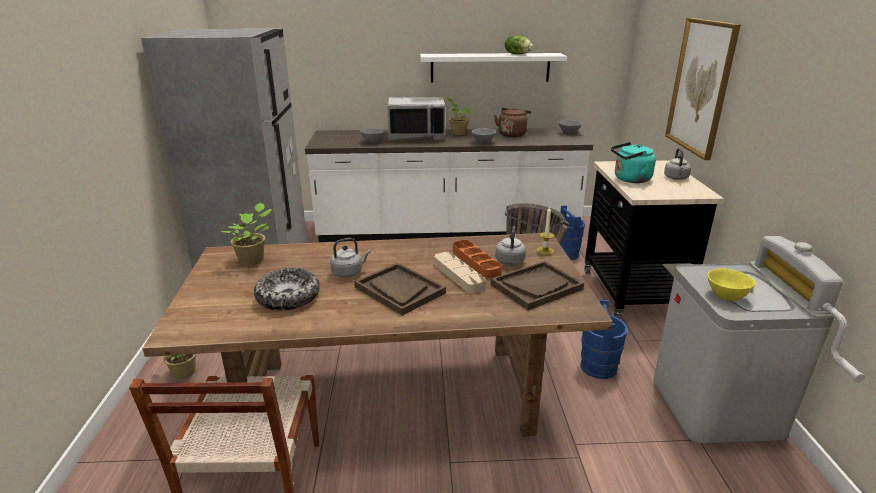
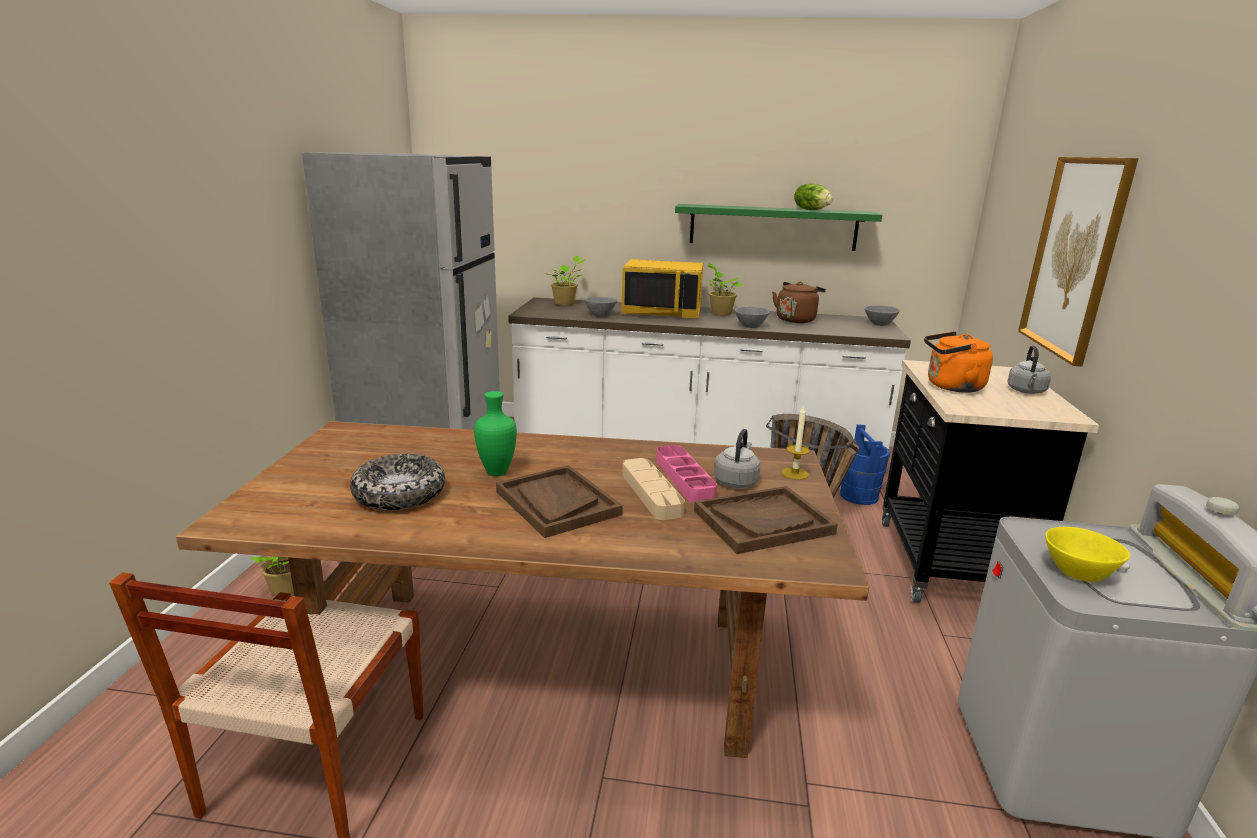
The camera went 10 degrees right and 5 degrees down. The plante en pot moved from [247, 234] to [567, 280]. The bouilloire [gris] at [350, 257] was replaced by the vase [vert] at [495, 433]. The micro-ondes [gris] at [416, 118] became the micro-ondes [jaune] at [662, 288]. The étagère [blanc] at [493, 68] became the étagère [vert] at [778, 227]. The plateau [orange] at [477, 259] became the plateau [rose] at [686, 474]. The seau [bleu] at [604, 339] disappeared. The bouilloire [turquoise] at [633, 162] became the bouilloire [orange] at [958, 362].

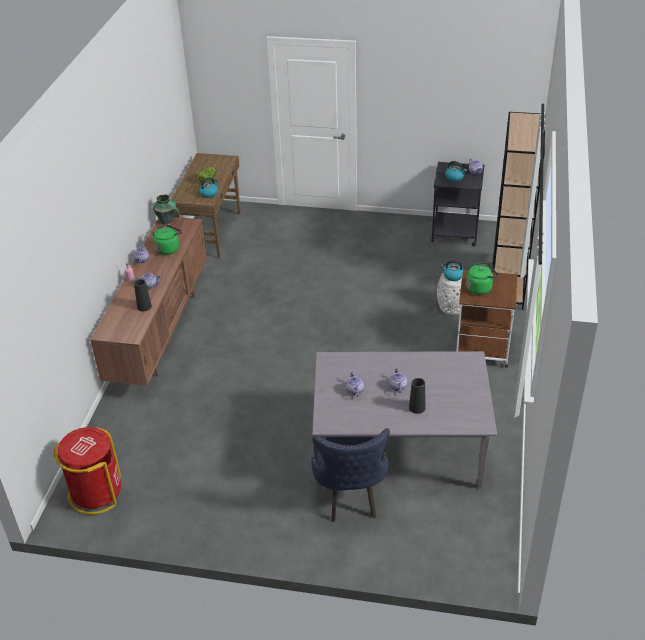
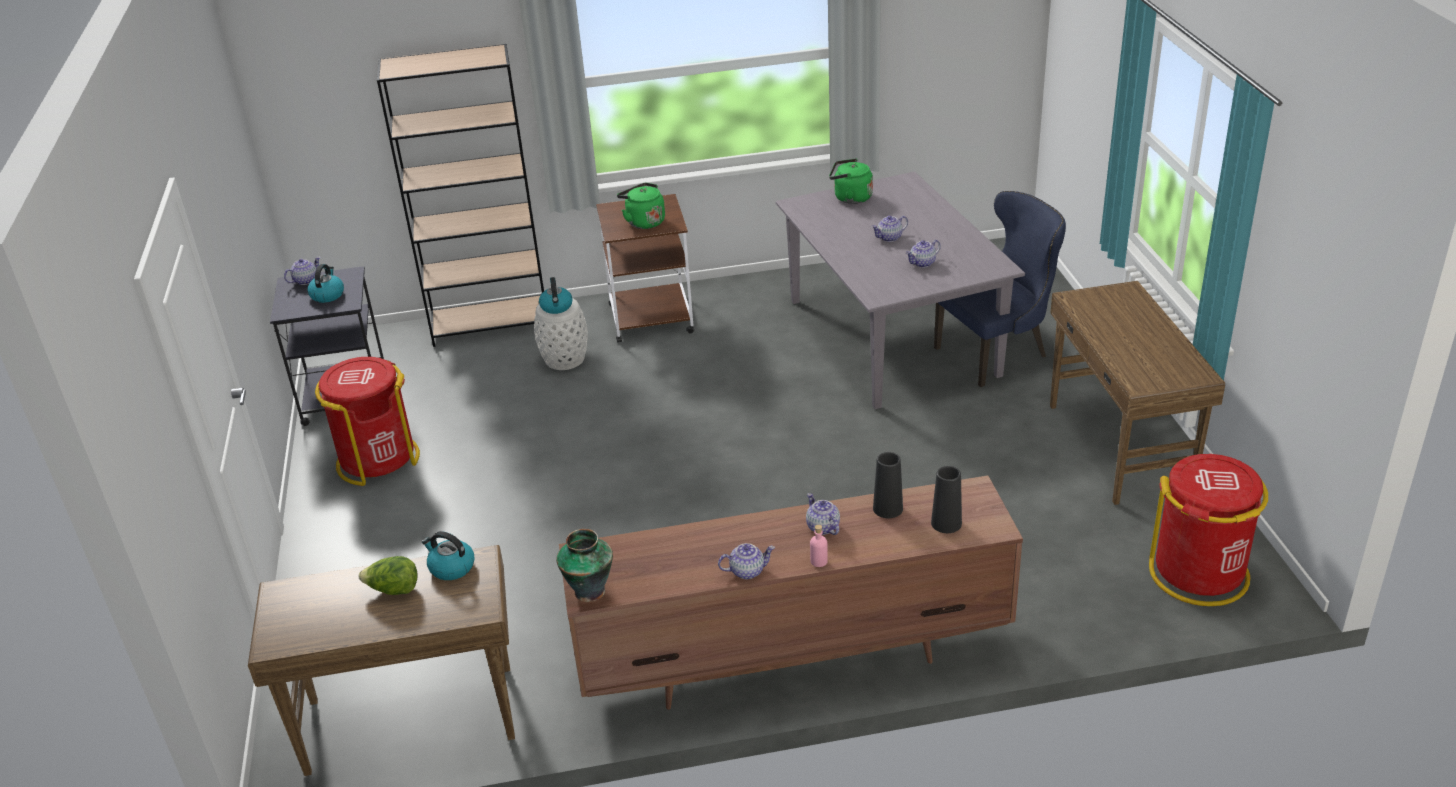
The camera went 110 degrees left and 5 degrees down. The bouilloire [vert] moved from [167, 239] to [851, 181]. The vase [noir] moved from [417, 396] to [946, 499]. The poubelle [rouge] at [367, 421] appeared. The table console [marron] at [1137, 393] appeared.

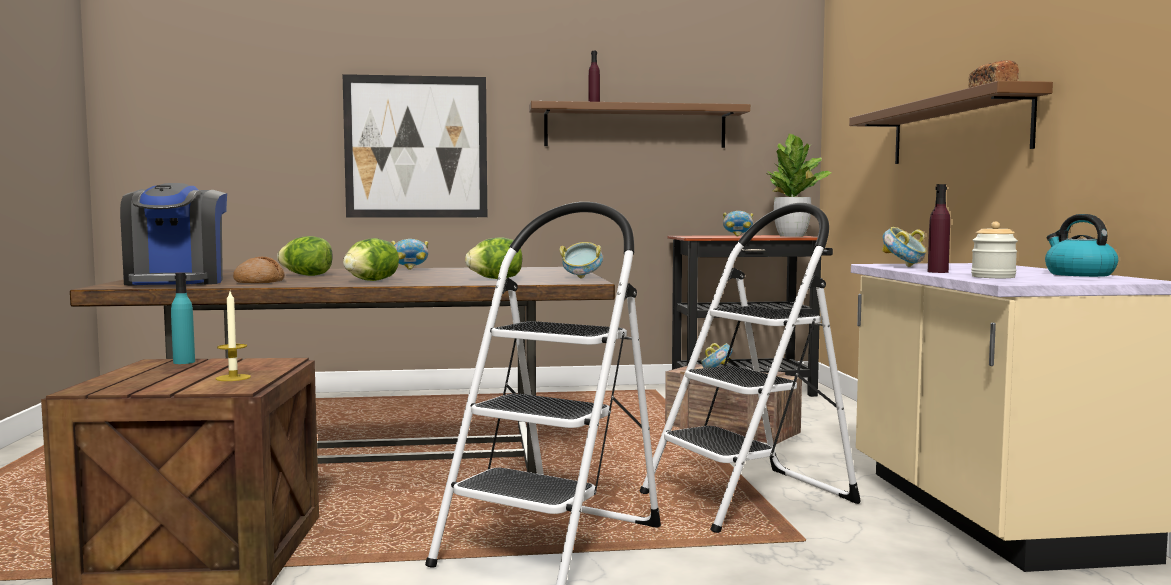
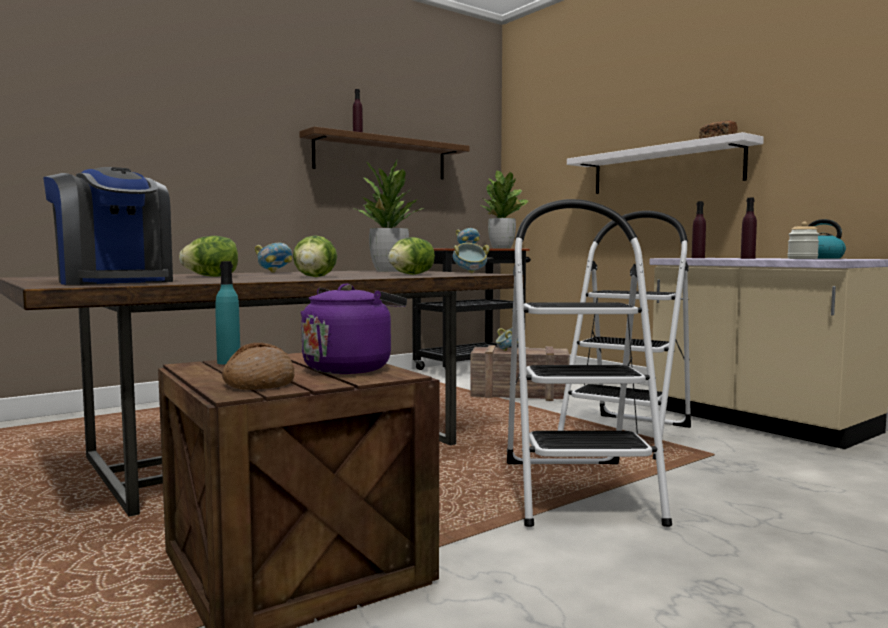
The camera went 30 degrees left and 0 degrees up. The bougie at [233, 336] was replaced by the bouilloire [violet] at [354, 328]. The pain moved from [259, 269] to [258, 366]. The tableau at [414, 145] disappeared. The étagère [marron] at [951, 122] became the étagère [blanc] at [665, 163]. The bol at [904, 247] was replaced by the bouteille [violet] at [699, 229]. The plante en pot at [389, 215] appeared.

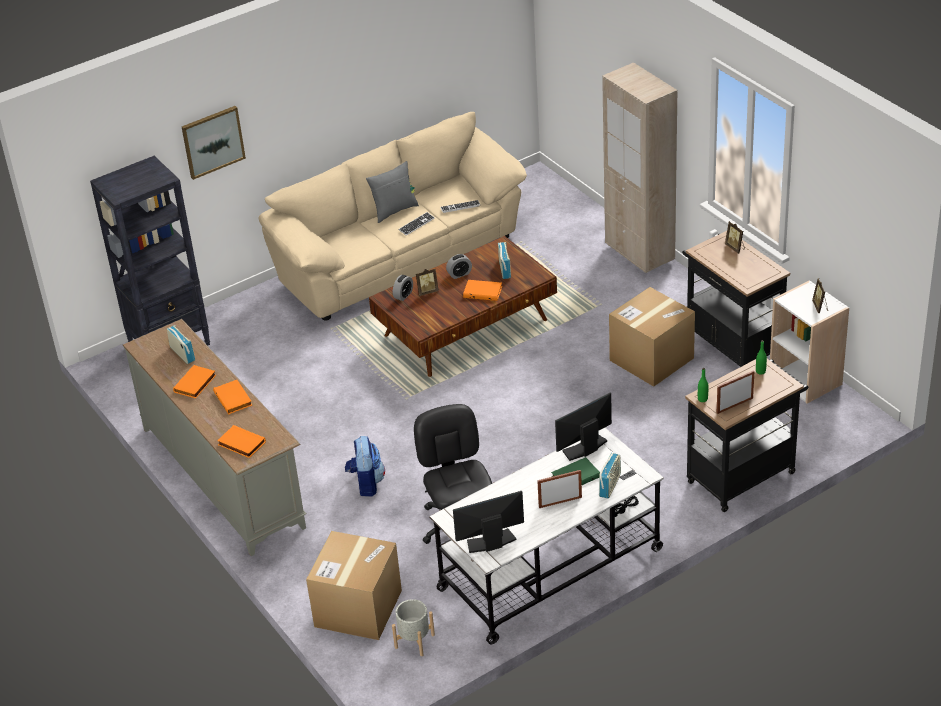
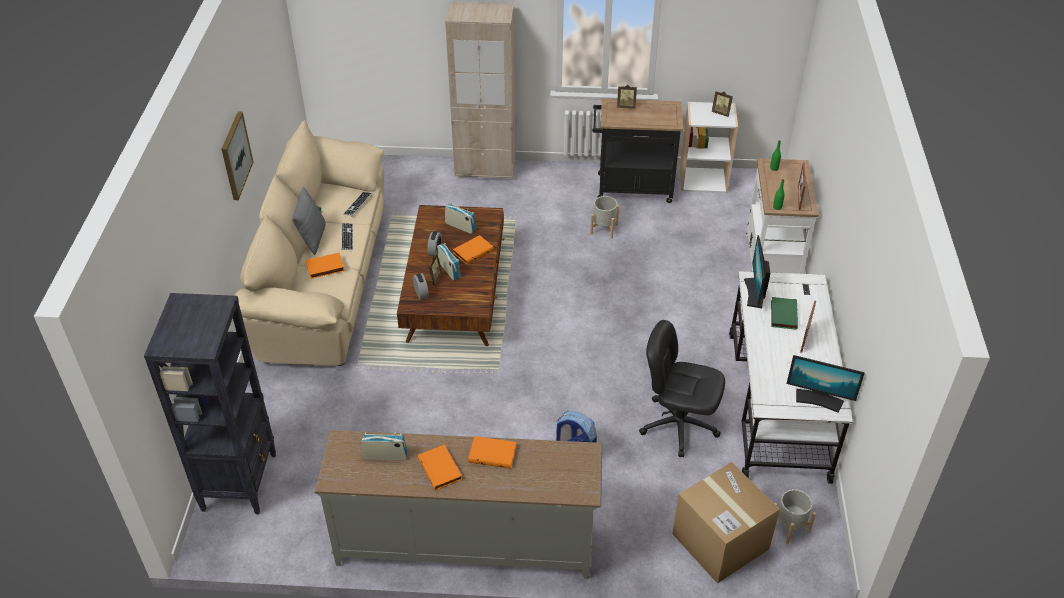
The camera went 55 degrees left and 5 degrees up. The tableau moved from [214, 143] to [238, 156]. The livre [orange] moved from [241, 441] to [325, 266]. The écran d'ordinateur at [488, 522] turned 90 degrees counterclockwise. The radio moved from [610, 476] to [449, 261]. The carton at [652, 337] was replaced by the cache-pot [gris] at [604, 217]. The chariot [noir] at [746, 435] became the chariot [blanc] at [782, 216].

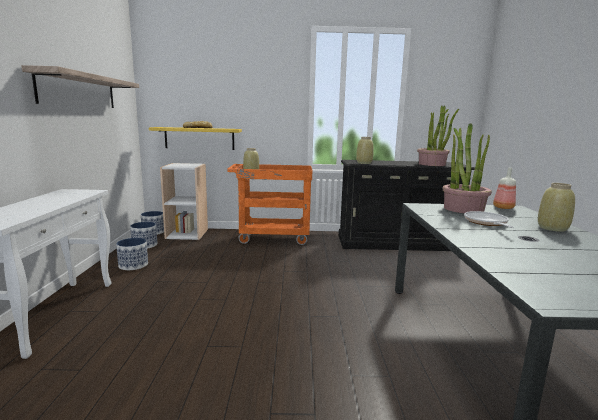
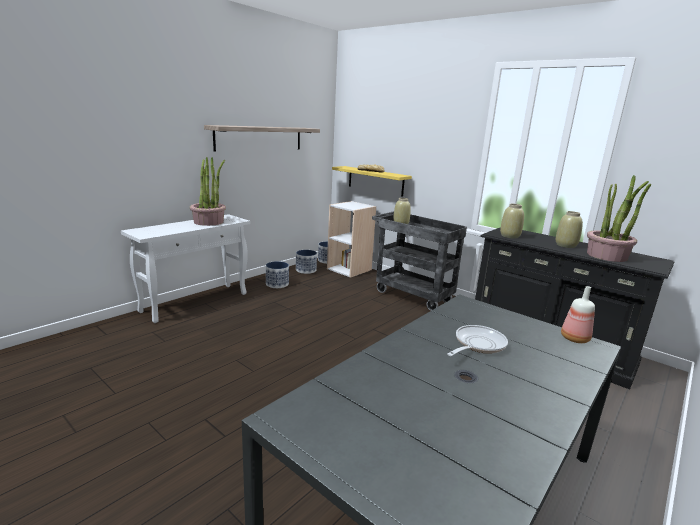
The camera went 40 degrees right and 5 degrees up. The chariot [orange] at [269, 204] became the chariot [noir] at [419, 261]. The plante en pot moved from [467, 168] to [208, 191]. The vase [beige] moved from [556, 207] to [569, 229].

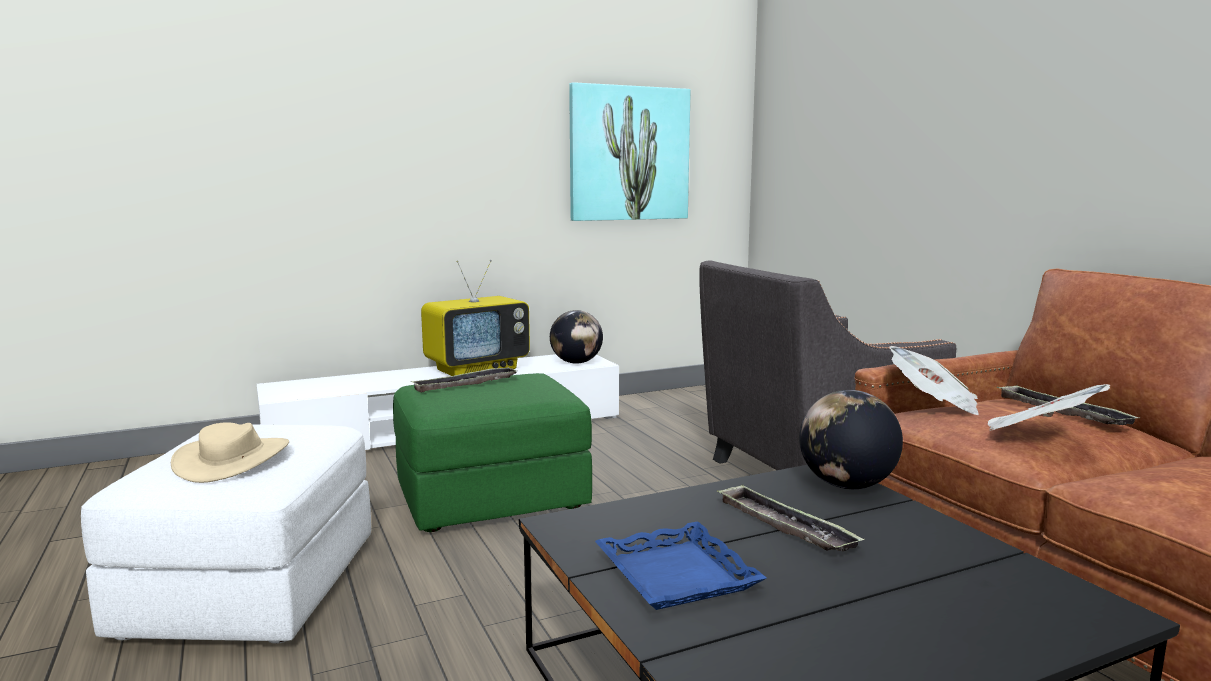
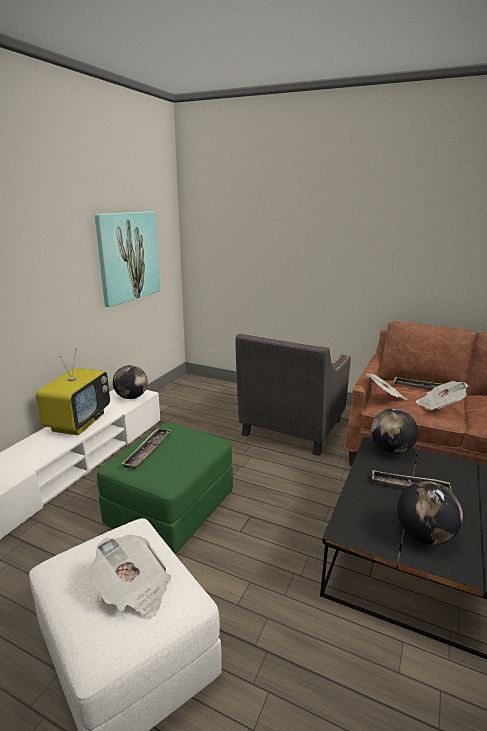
The camera went 40 degrees left and 10 degrees up. The chapeau [beige] at [230, 453] was replaced by the journal at [130, 576]. The plateau [bleu] at [681, 565] was replaced by the globe at [430, 513].

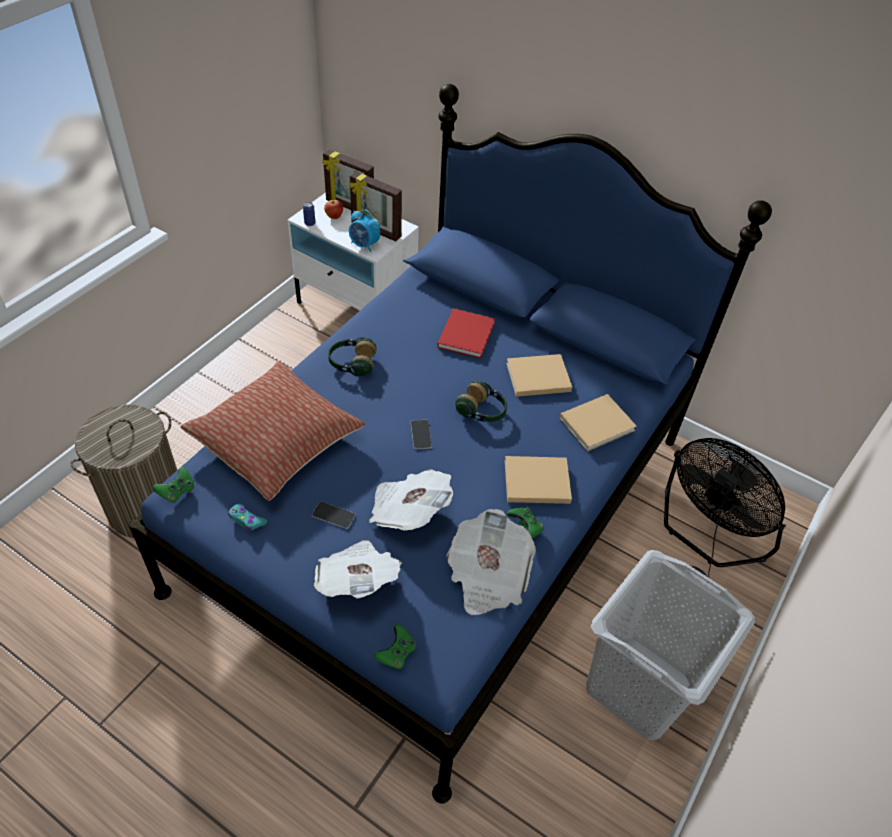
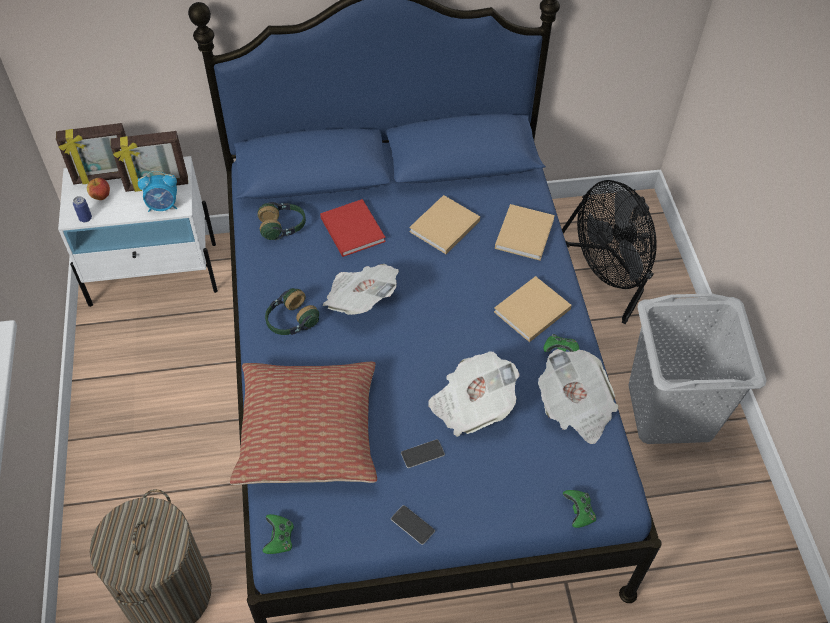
The camera went 40 degrees left and 5 degrees up. The manette [turquoise] at [247, 517] disappeared. The journal moved from [357, 569] to [360, 289]. The téléphone moved from [421, 434] to [413, 525]. The casque audio moved from [481, 401] to [282, 221]. The ventilateur [noir] at [725, 510] turned 120 degrees counterclockwise.

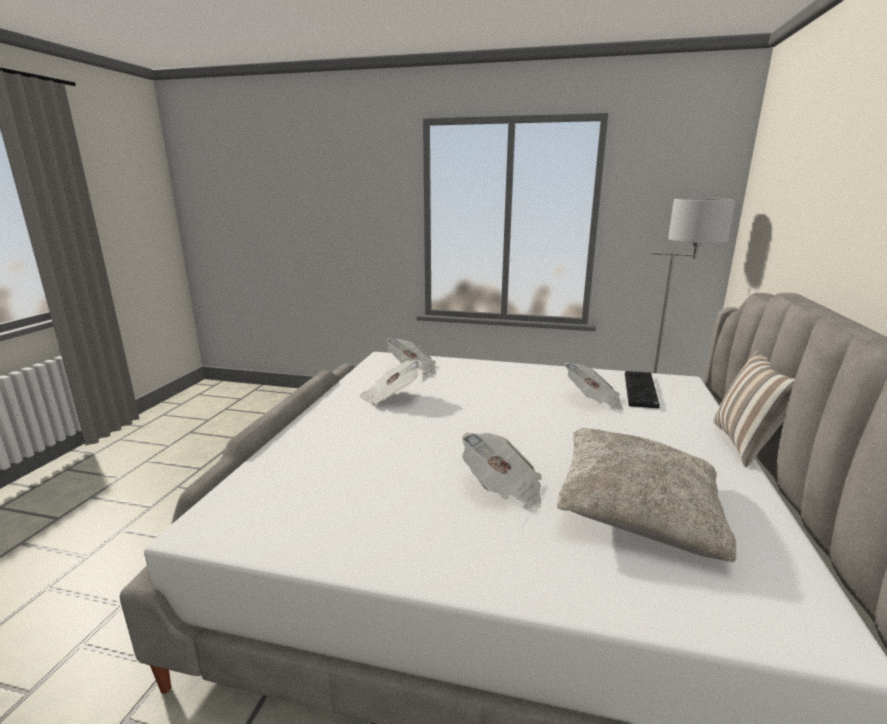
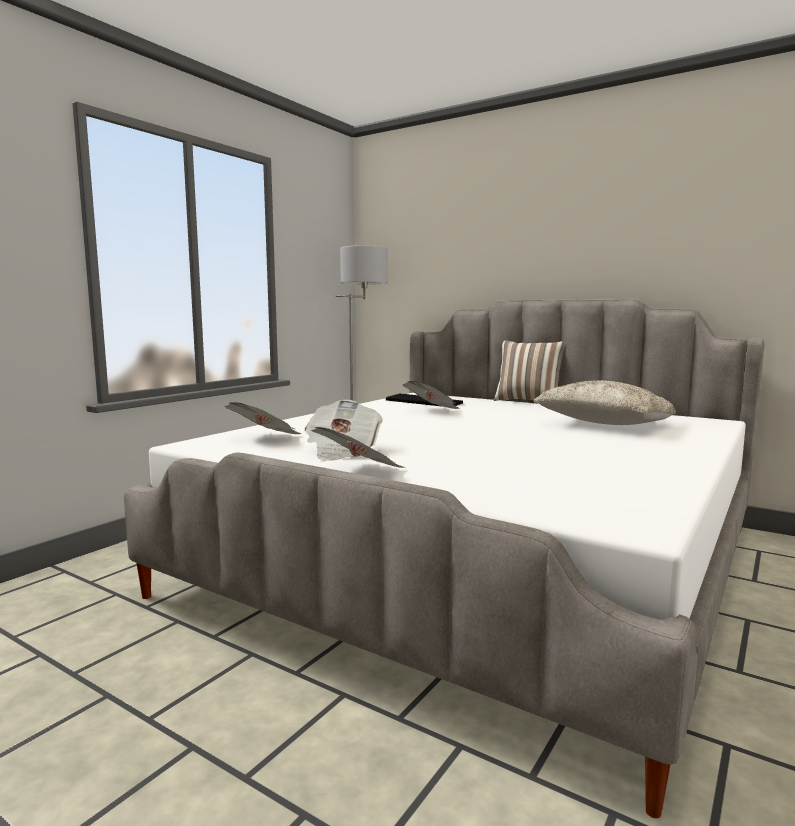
The camera went 70 degrees left and 10 degrees down. The journal moved from [502, 470] to [357, 447].

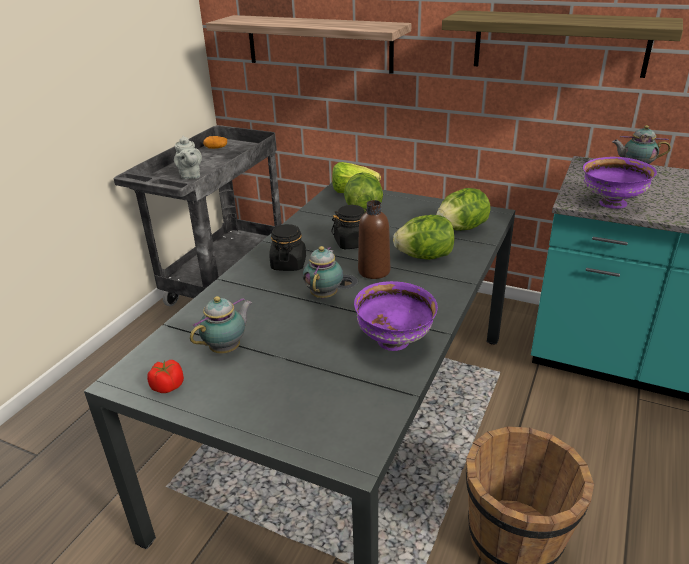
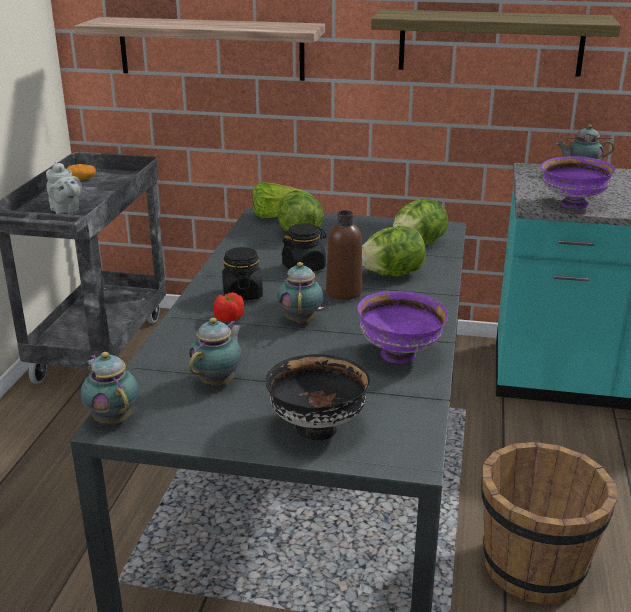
The camera went 15 degrees left and 5 degrees down. The tomate moved from [165, 376] to [229, 307]. The théière at [109, 388] appeared. The bol [noir] at [317, 397] appeared.

